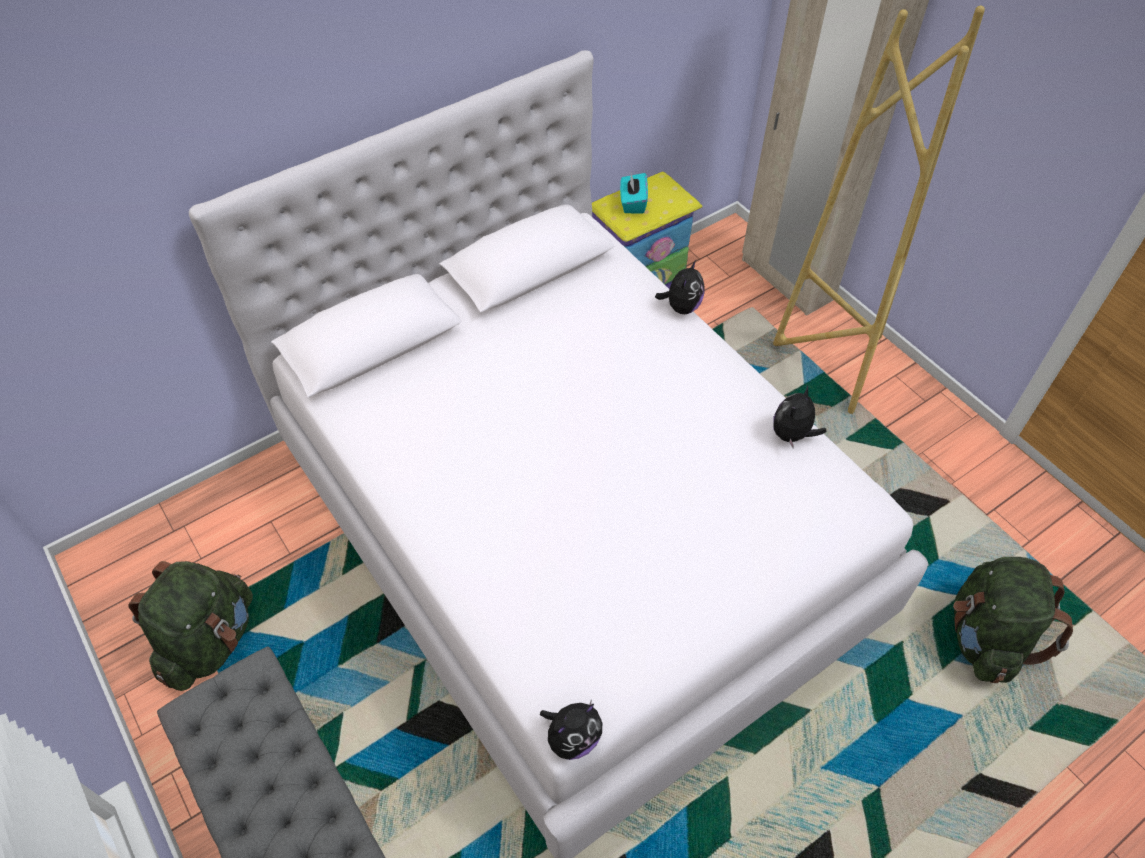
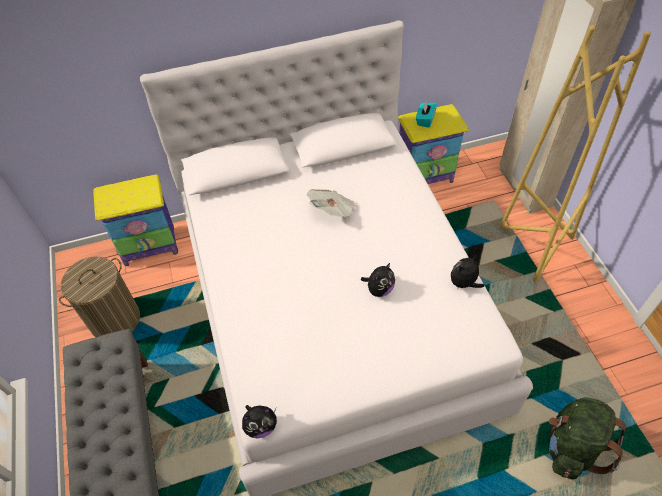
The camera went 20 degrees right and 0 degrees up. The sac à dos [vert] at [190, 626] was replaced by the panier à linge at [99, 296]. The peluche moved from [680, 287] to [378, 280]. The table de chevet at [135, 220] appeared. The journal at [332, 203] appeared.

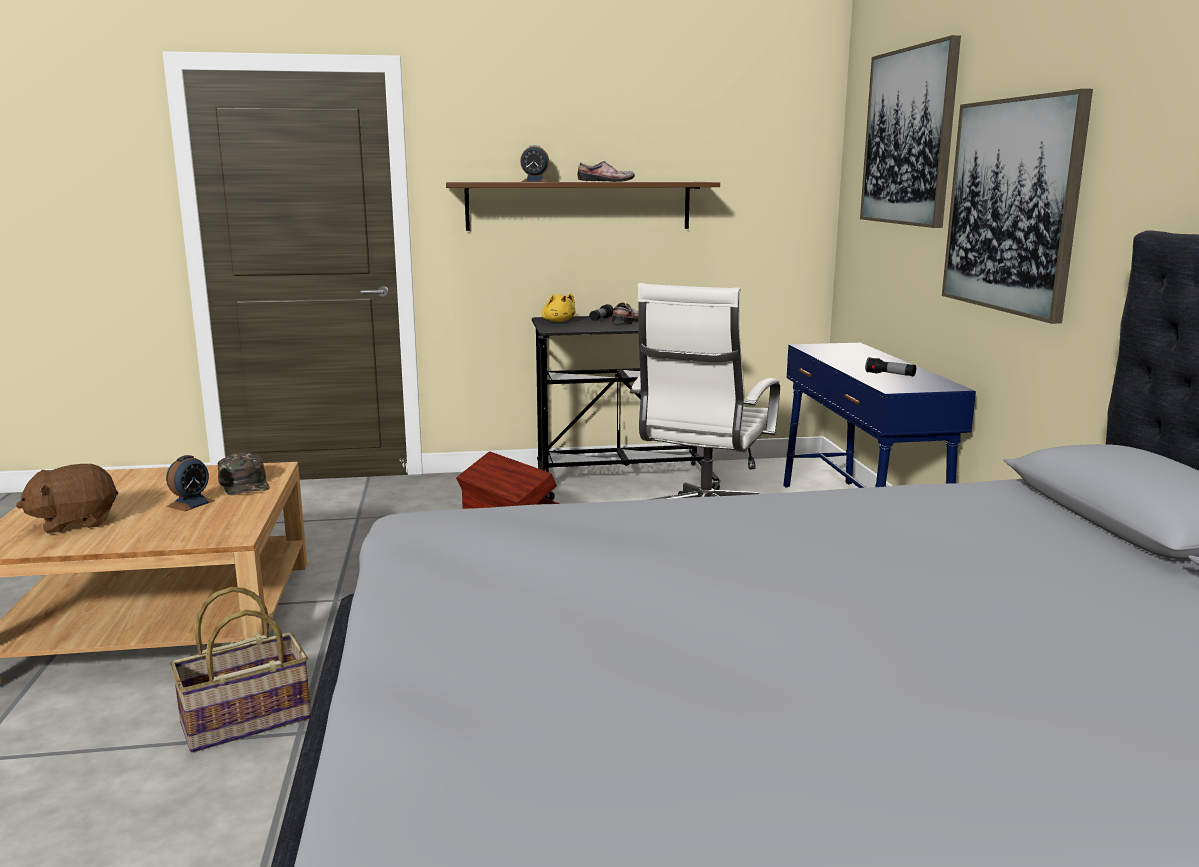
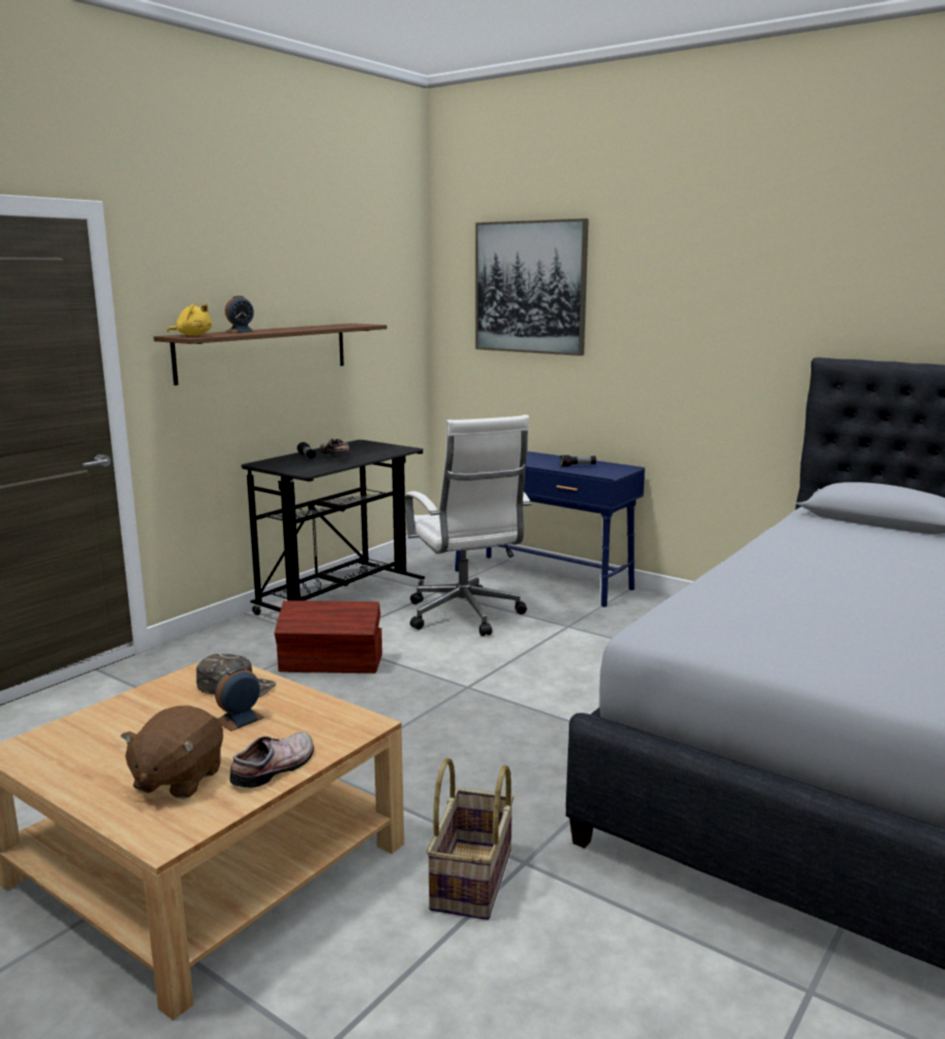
The camera went 45 degrees left and 0 degrees up. The réveil at [190, 483] turned 120 degrees counterclockwise. The peluche [jaune] moved from [559, 307] to [189, 320]. The chaussure moved from [606, 171] to [272, 760]. The tableau at [1017, 206] disappeared.

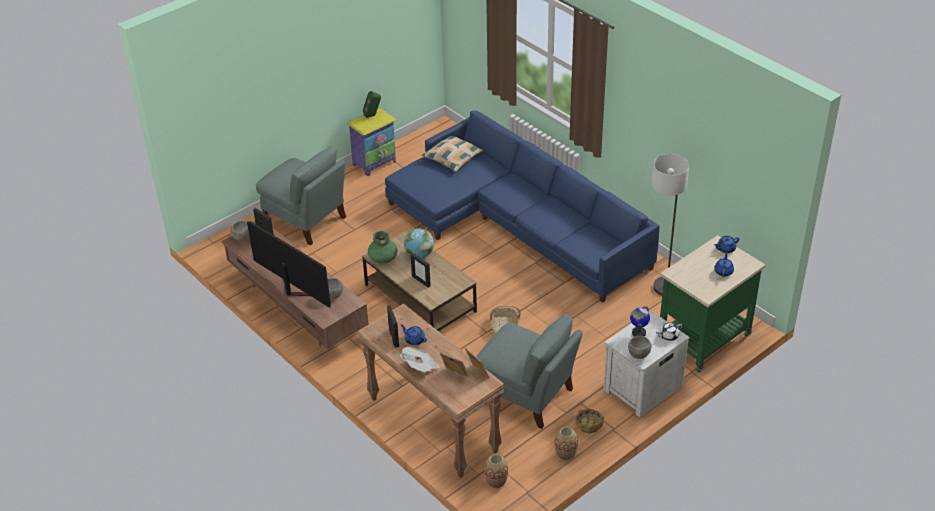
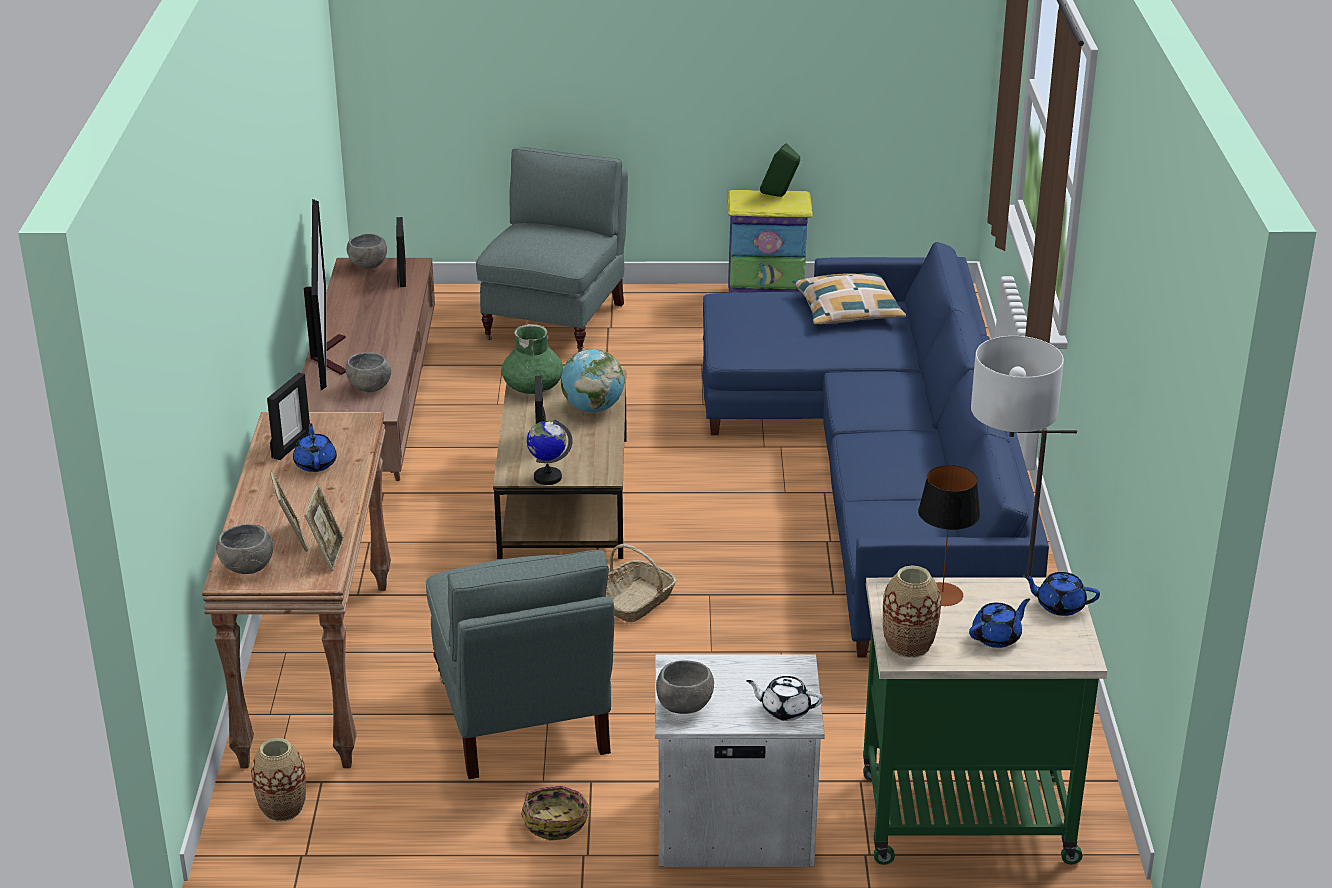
The camera went 40 degrees right and 10 degrees down. The fauteuil [gris] at [301, 195] turned 150 degrees counterclockwise. The journal at [420, 360] disappeared. The vase moved from [566, 444] to [912, 612]. The globe moved from [640, 321] to [550, 452]. The bol [gris] at [244, 549] appeared. The lampe de table at [949, 535] appeared.

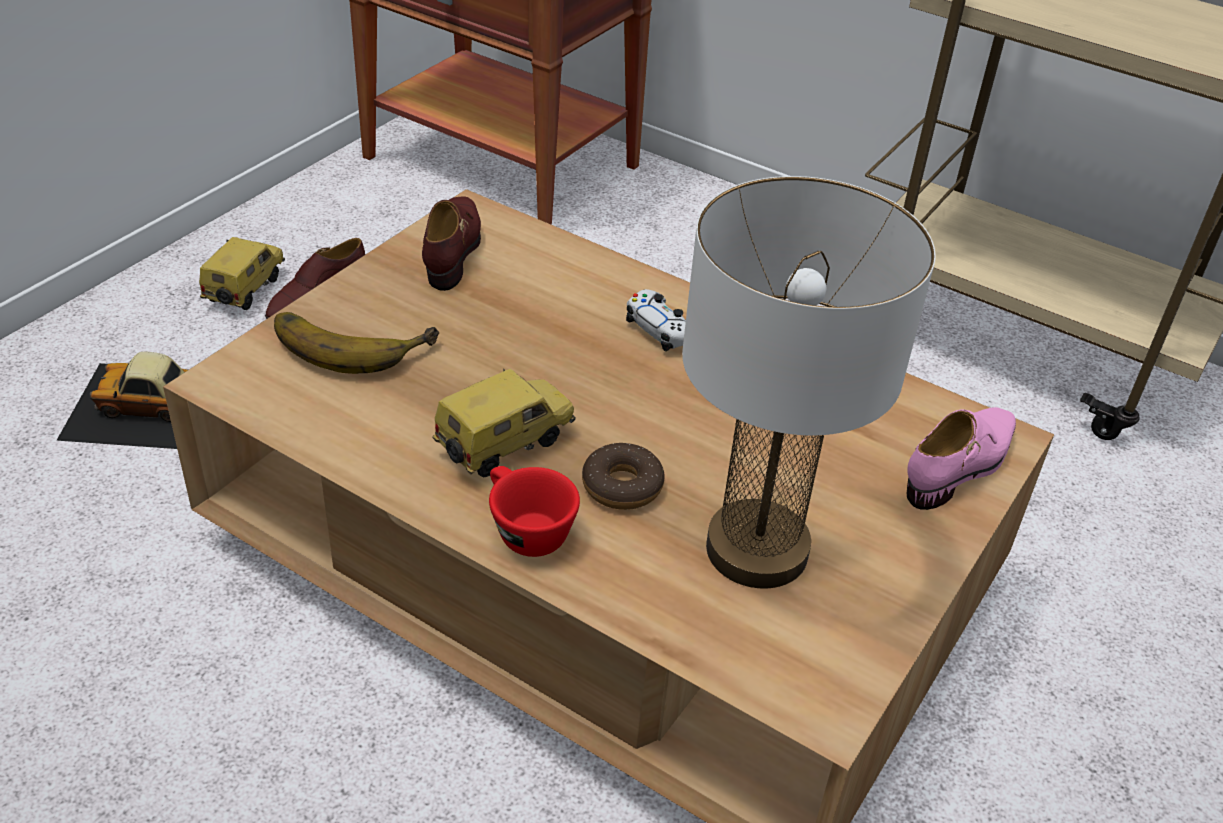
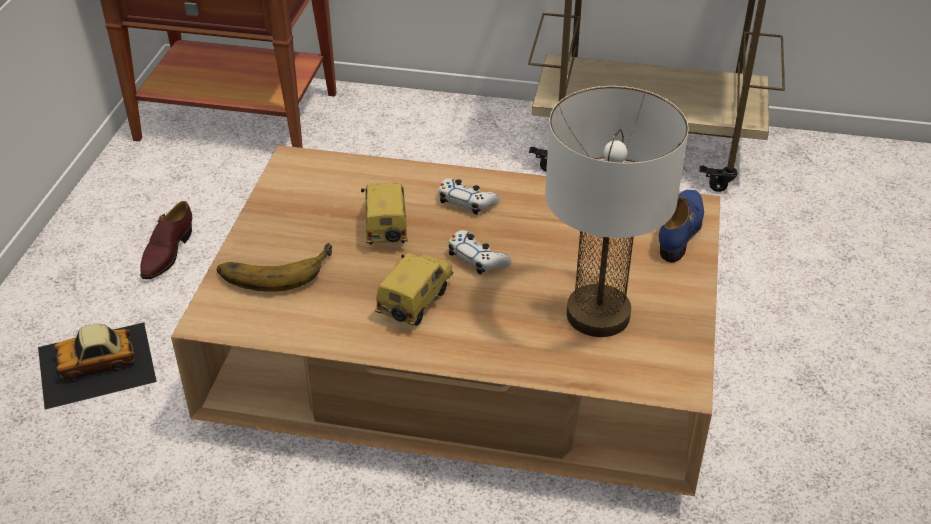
The camera went 20 degrees left and 0 degrees up. The petite voiture moved from [242, 273] to [384, 214]. The chaussure [marron] at [451, 243] disappeared. The tasse [rouge] at [534, 511] disappeared. The beignet at [623, 476] disappeared. The chaussure [rose] at [961, 458] became the chaussure [bleu] at [681, 226]. The manette [blanc] at [479, 252] appeared.

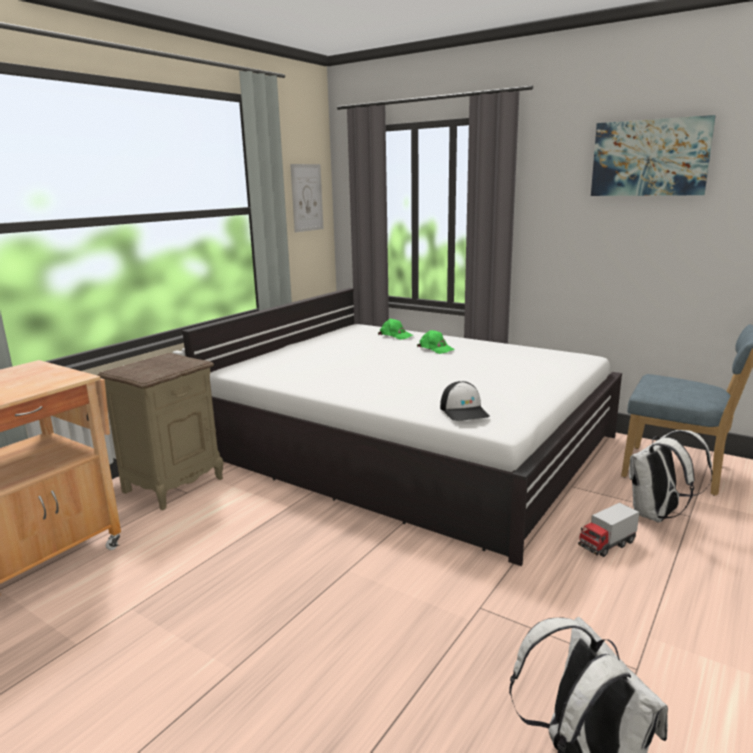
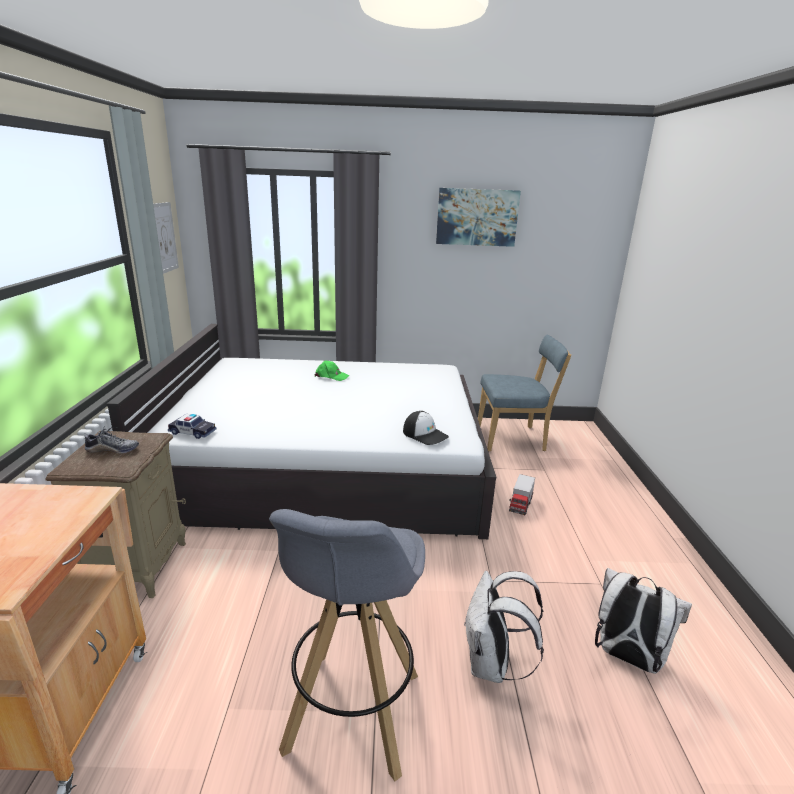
The camera went 35 degrees left and 5 degrees up. The casquette [vert] at [396, 329] disappeared. The sac à dos [blanc] moved from [671, 476] to [504, 627]. The chaussure at [112, 440] appeared. The petite voiture at [192, 426] appeared. The tabouret [gris] at [347, 645] appeared.

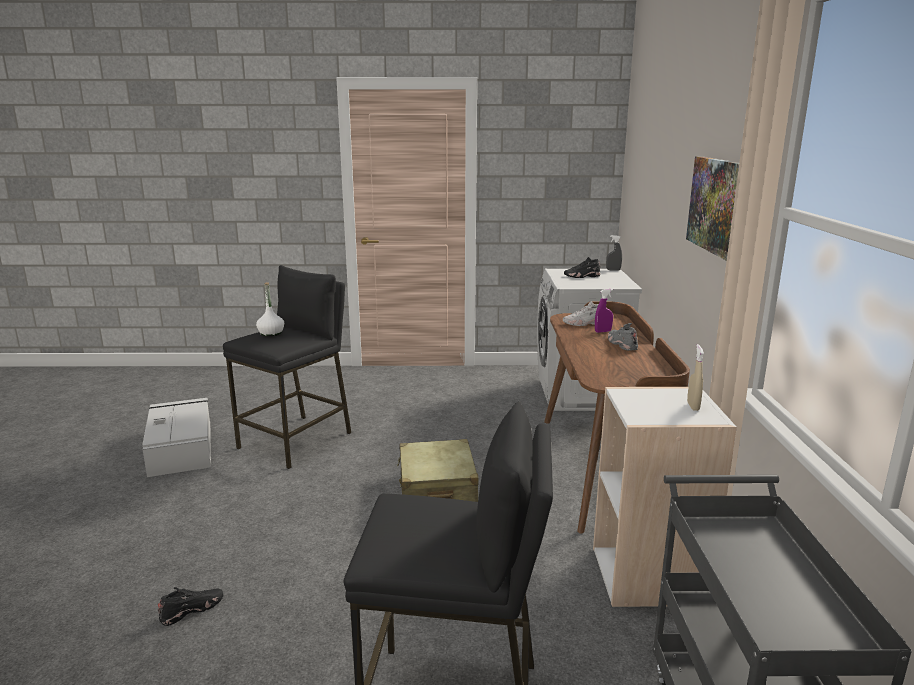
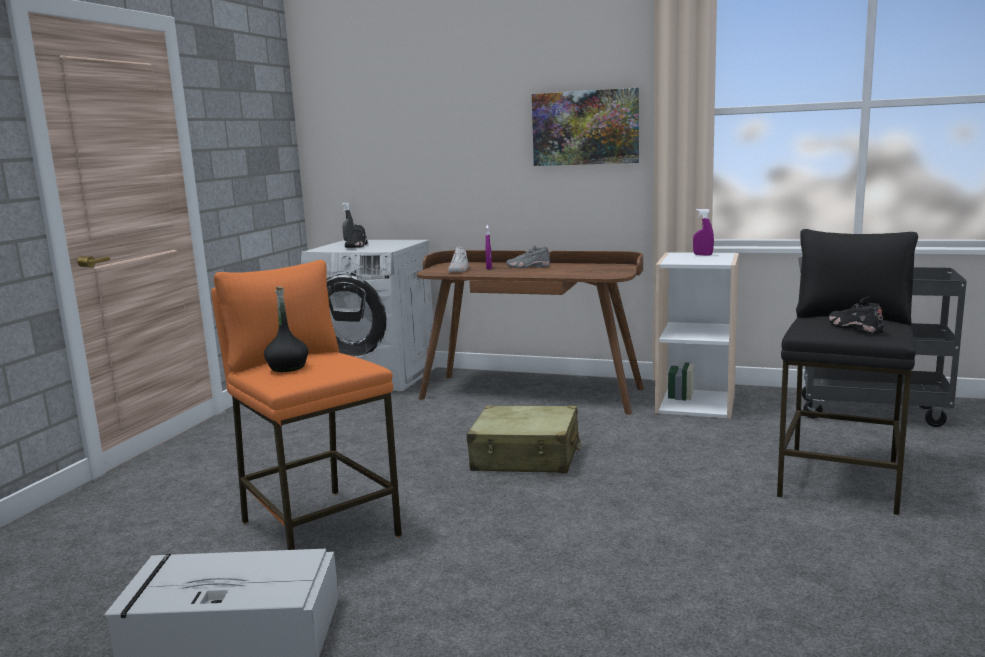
The camera went 70 degrees left and 5 degrees down. The chaussure [noir] moved from [190, 606] to [856, 315]. The tabouret [noir] at [287, 367] became the tabouret [orange] at [306, 405]. The bouteille [blanc] at [270, 309] became the bouteille [noir] at [286, 329]. The vaporisateur [beige] at [695, 377] became the vaporisateur [violet] at [703, 232].

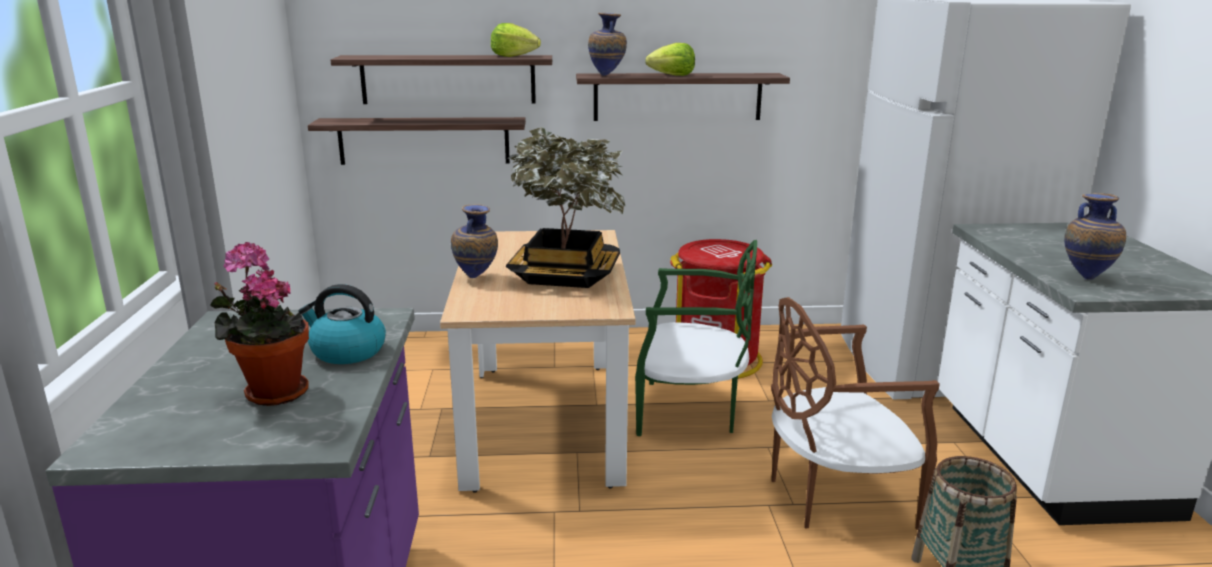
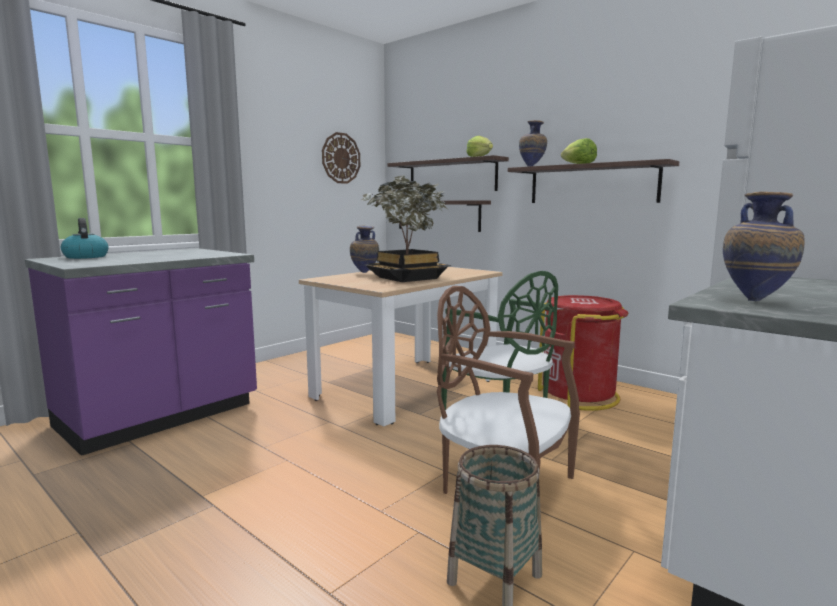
The camera went 45 degrees right and 10 degrees down. The plante en pot at [259, 324] disappeared. The bouilloire moved from [342, 324] to [84, 238]. The horloge murale at [341, 158] appeared.

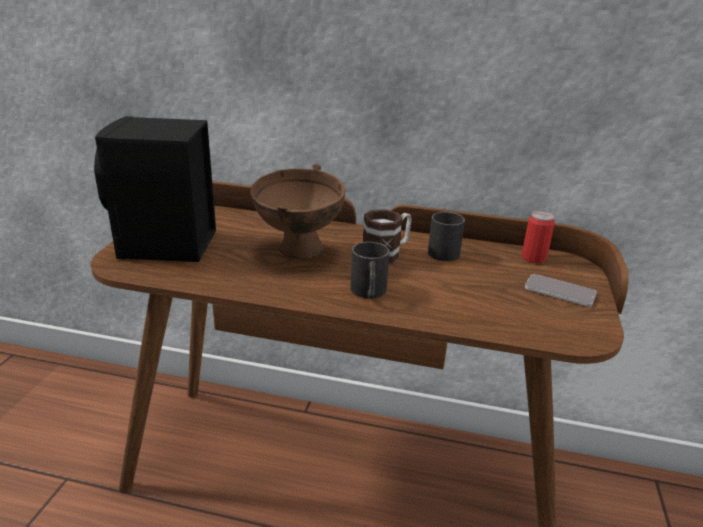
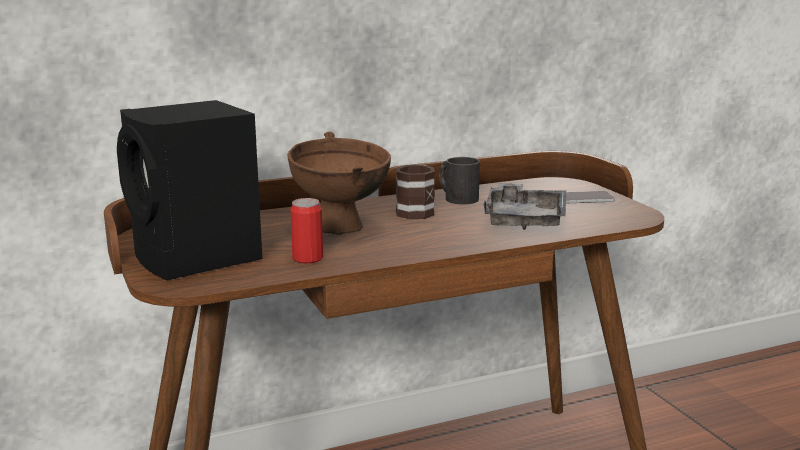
The camera went 35 degrees left and 10 degrees down. The mug [noir] at [370, 270] disappeared. The boîte métallique moved from [538, 237] to [306, 230]. The plateau [gris] at [524, 206] appeared.

